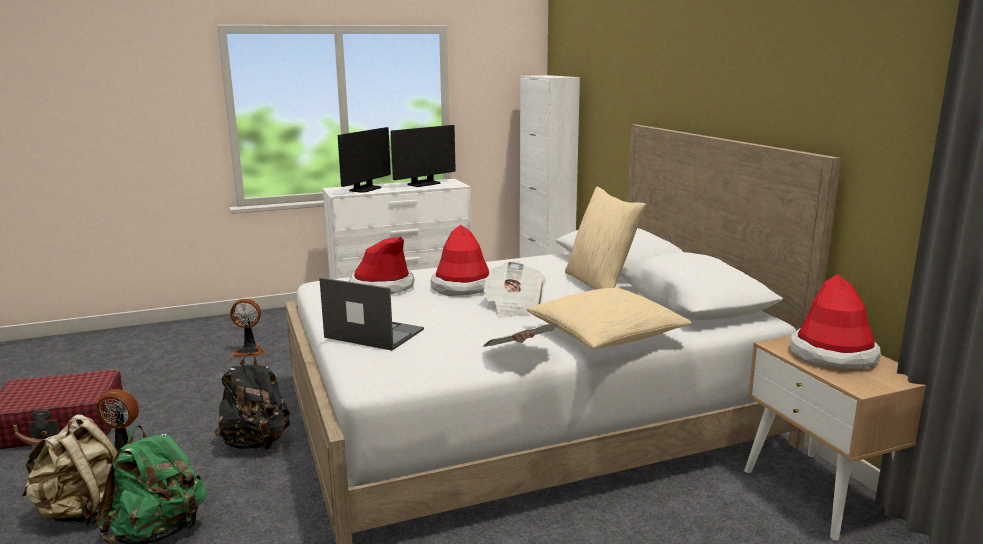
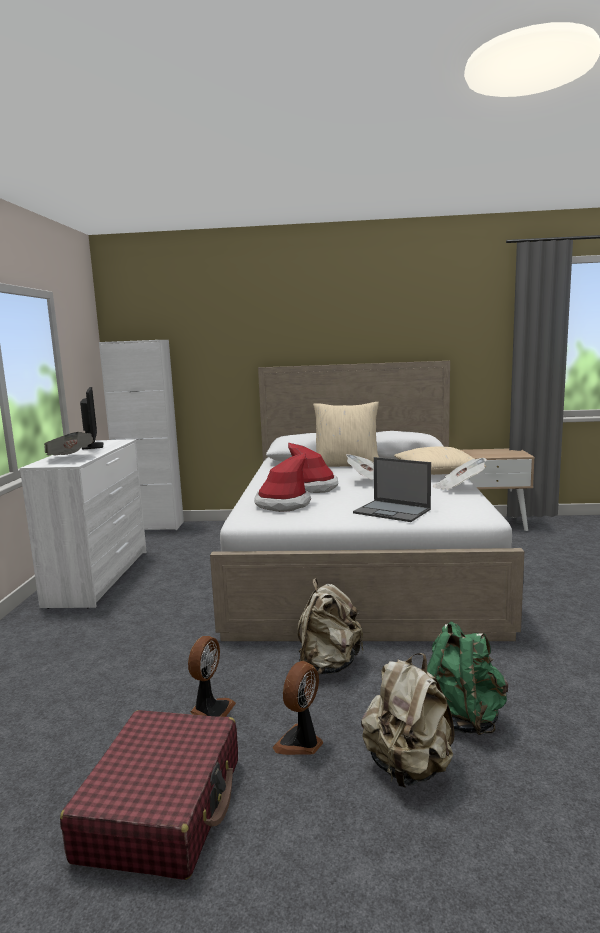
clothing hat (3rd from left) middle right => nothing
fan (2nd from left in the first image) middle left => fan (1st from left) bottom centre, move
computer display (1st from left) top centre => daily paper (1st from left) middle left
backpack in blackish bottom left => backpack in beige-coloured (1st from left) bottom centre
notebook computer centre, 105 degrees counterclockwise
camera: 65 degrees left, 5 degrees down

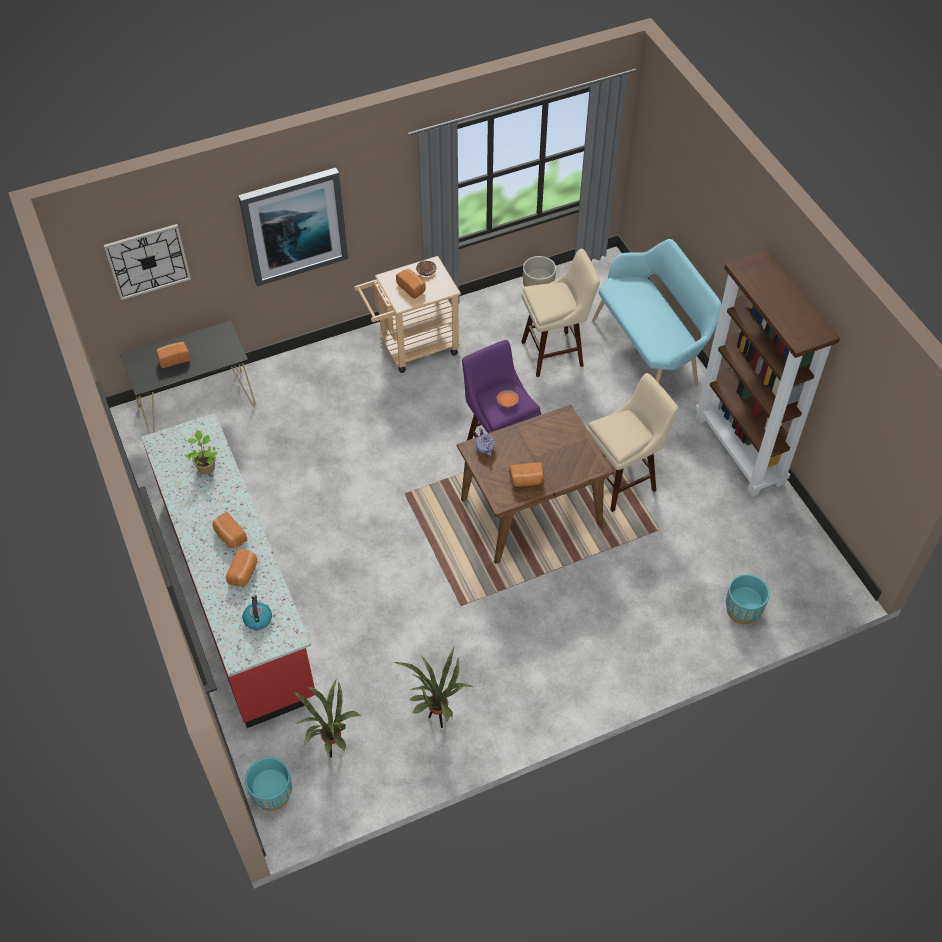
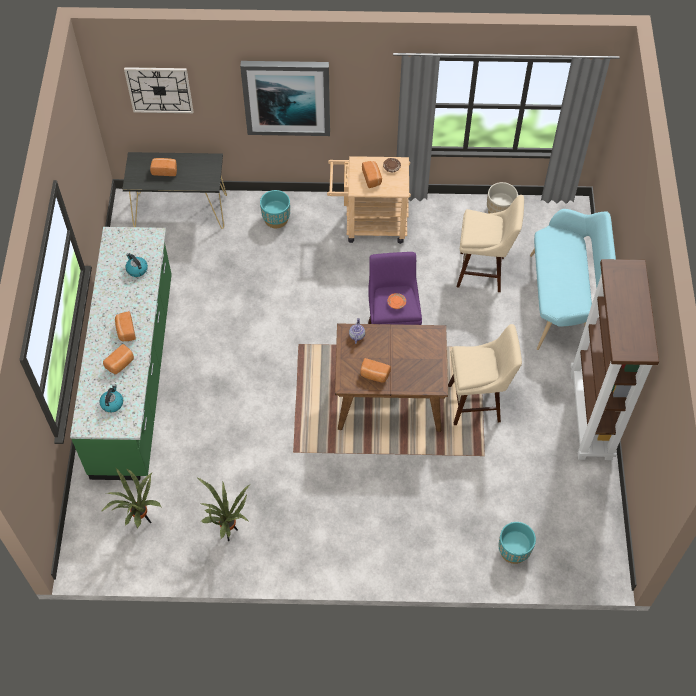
planter in turquoise-coloured (1st from left) bottom left => planter in turquoise-coloured (1st from left) top centre, move
plant in a pot (1st from left) middle left => water kettle (2nd from left) middle left
counter in reddish middle left => counter in greenish middle left
camera: 25 degrees right, 5 degrees up

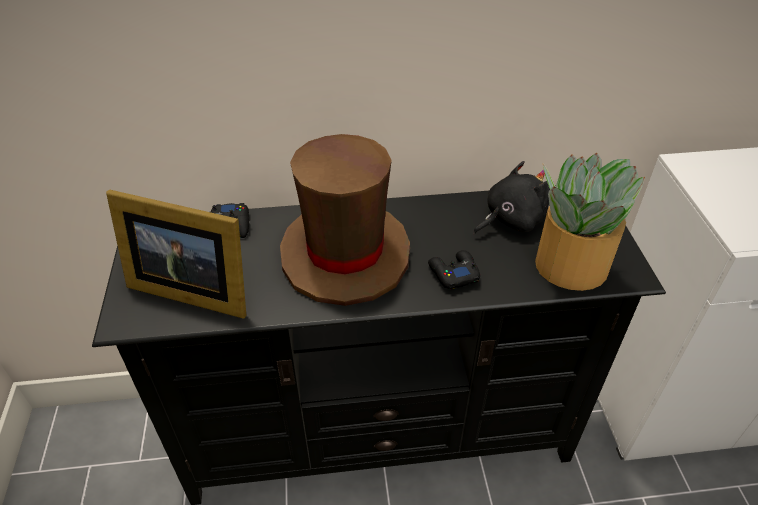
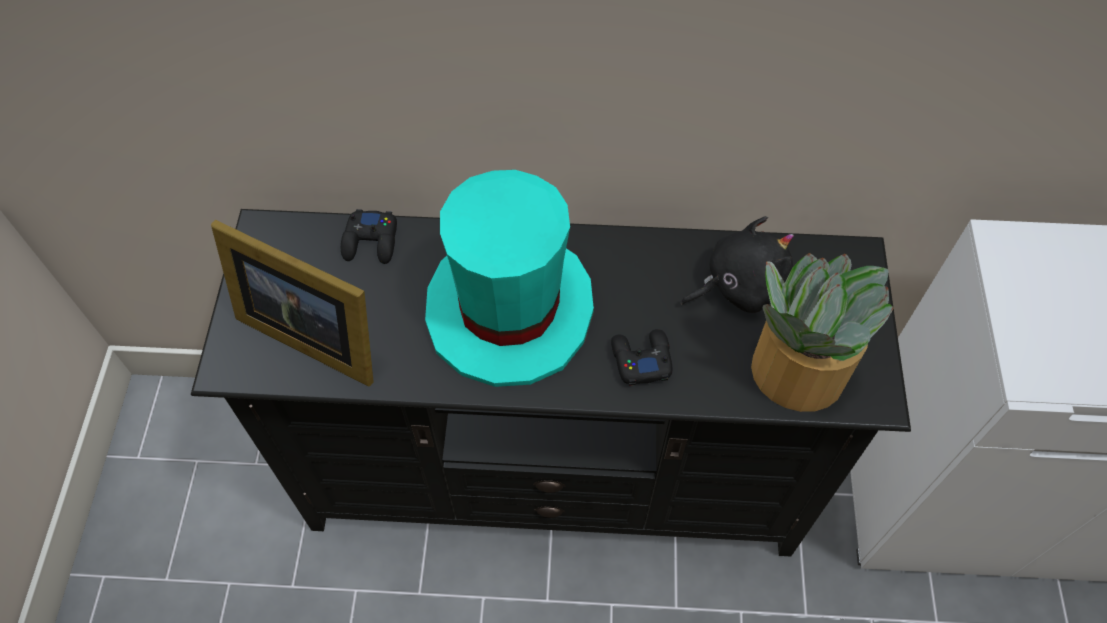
clothing hat in brown-coloured centre => clothing hat in turquoise-coloured centre
camera: 10 degrees right, 15 degrees up

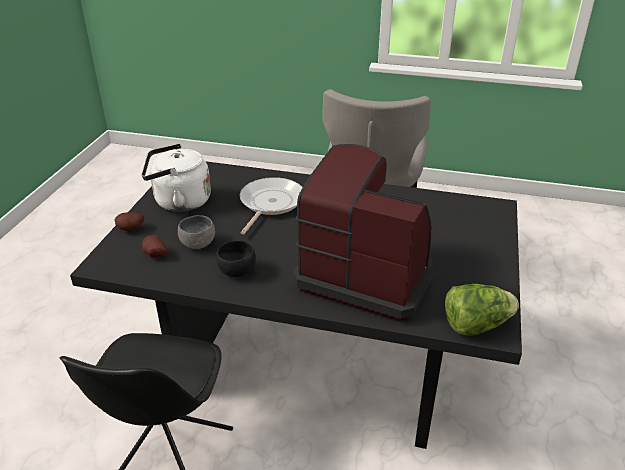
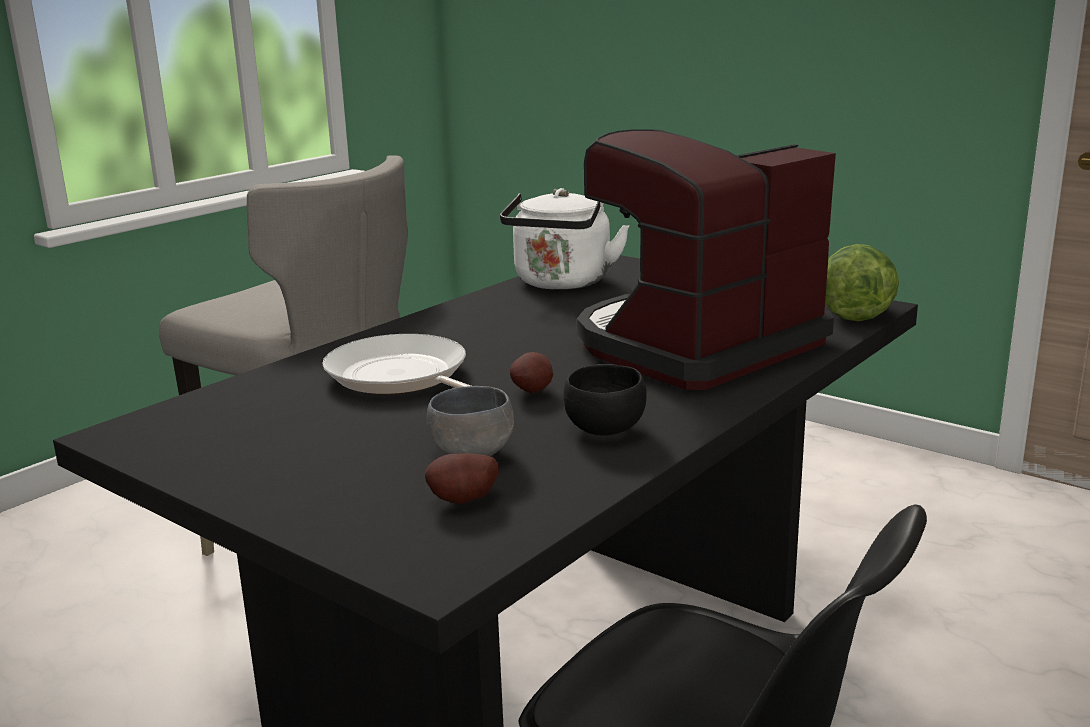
whole potato (1st from left in the first image) middle left => whole potato (2nd from left) centre, move
water kettle in white-coloured middle left => water kettle in white-coloured top centre, move
camera: 65 degrees left, 15 degrees down

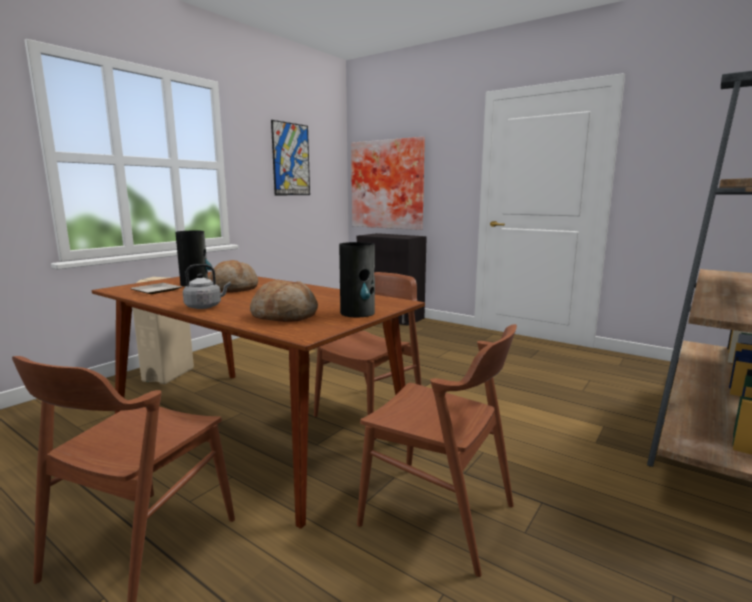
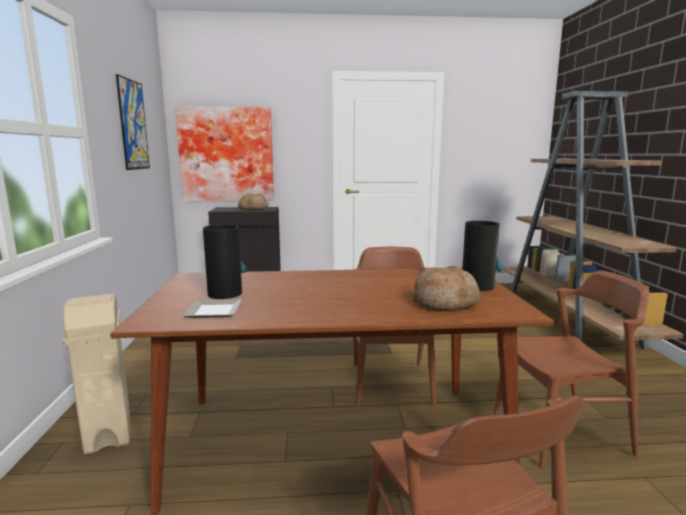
water kettle in grey middle left => nothing
bread (1st from left) middle left => bread (1st from left) centre, move
camera: 40 degrees left, 0 degrees up

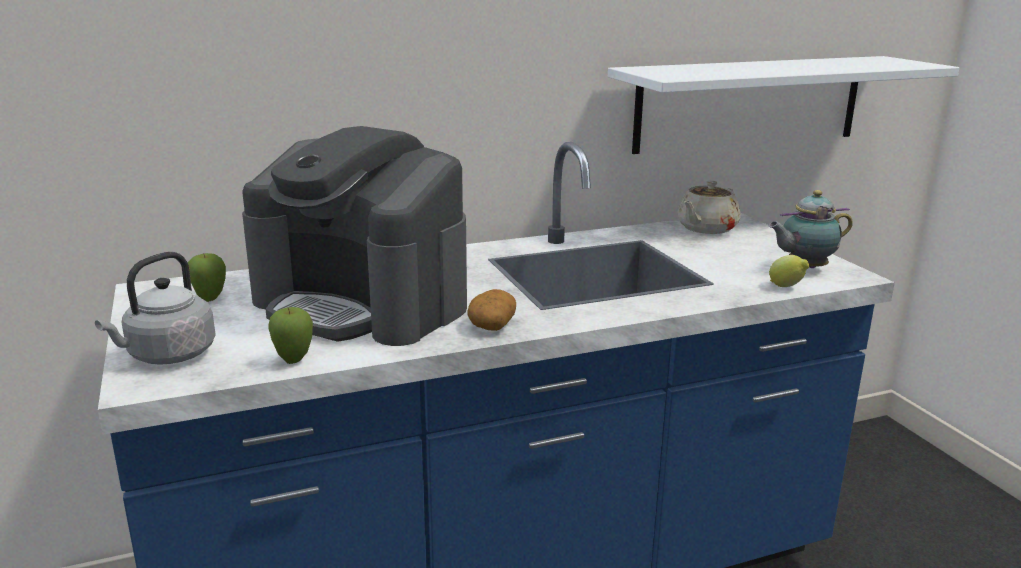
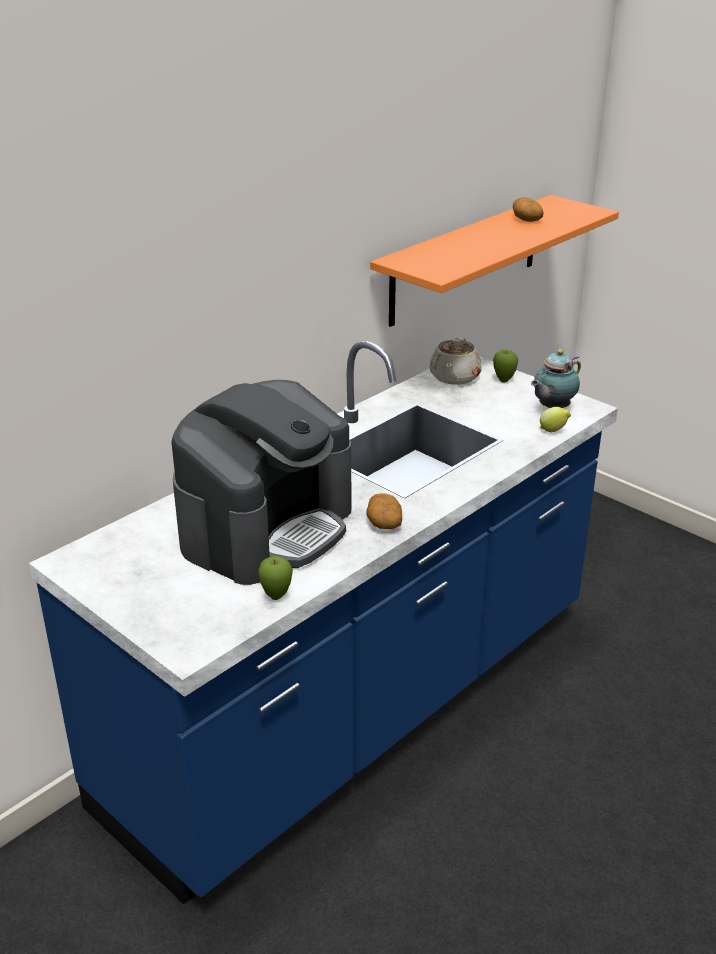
water kettle in grey middle left => nothing
nothing => whole potato (2nd from left) top right
whole apple (1st from left in the first image) middle left => whole apple (2nd from left) middle right, move
wall shelf in white-coloured top right => wall shelf in orange-coloured top right
coffee maker centre, 60 degrees counterclockwise
camera: 25 degrees left, 10 degrees up

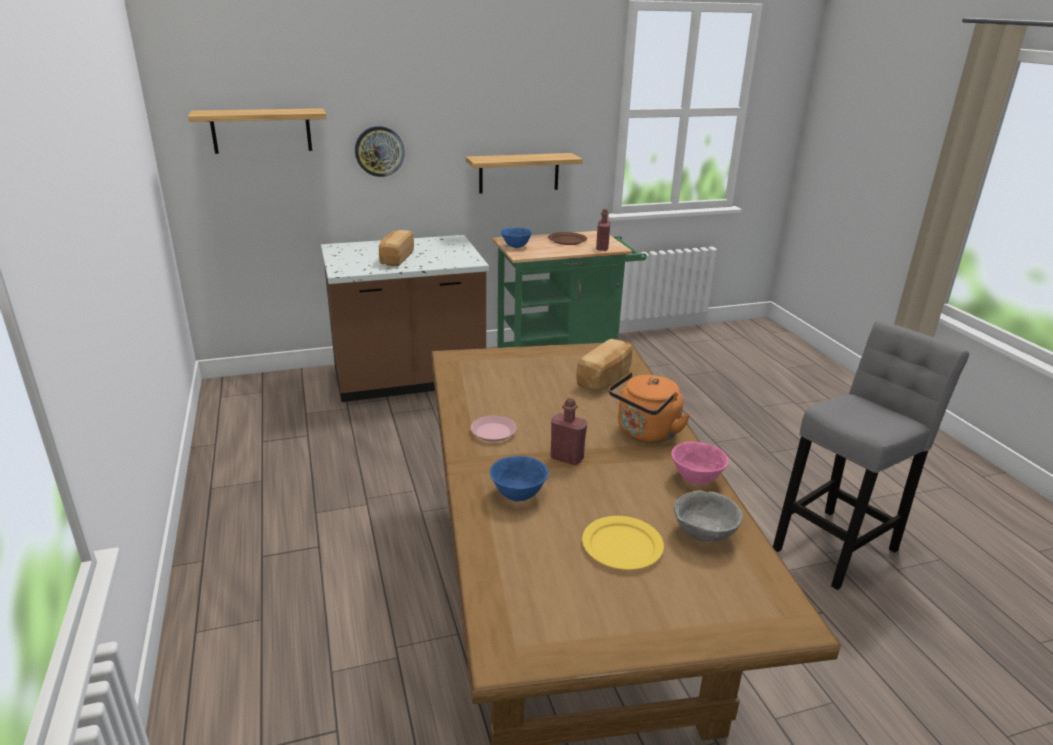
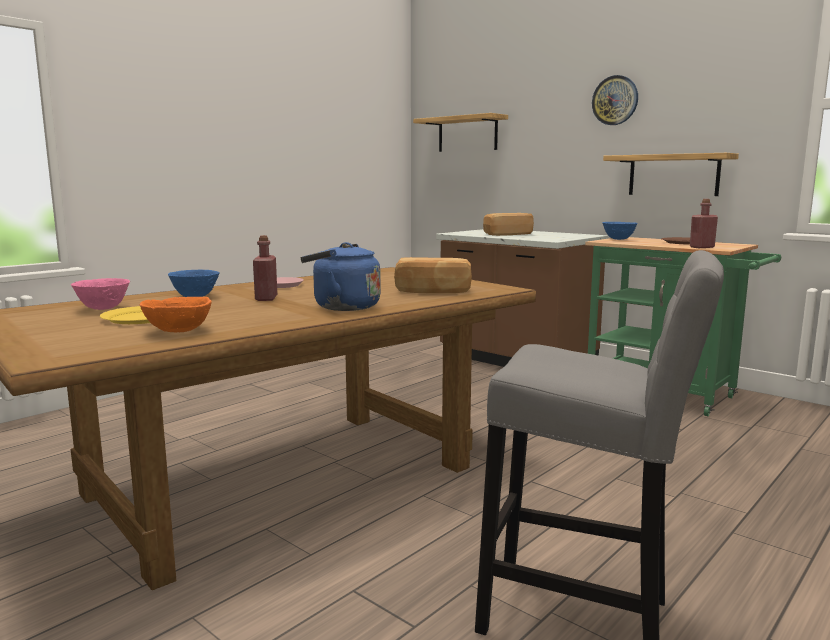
clock on the wall top centre => clock on the wall top right, move
deep dish in pink-coloured centre => deep dish in pink-coloured middle left, move
water kettle in orange-coloured centre => water kettle in blue centre
deep dish in grey bottom right => deep dish in orange-coloured middle left
camera: 60 degrees right, 15 degrees down

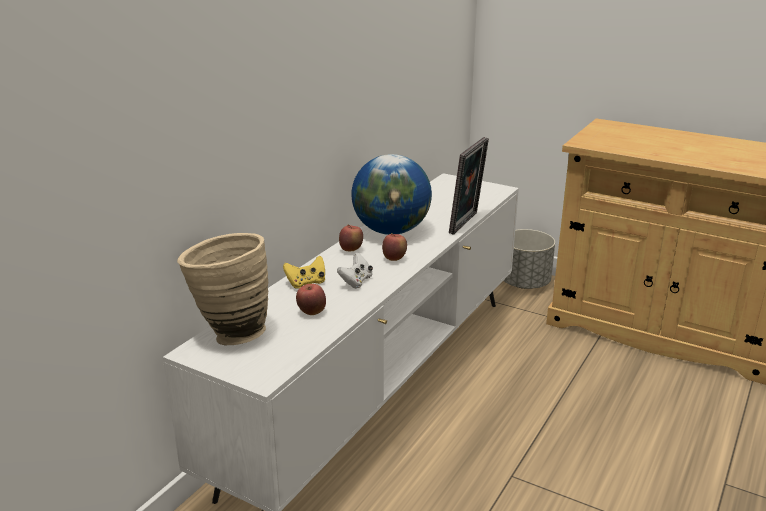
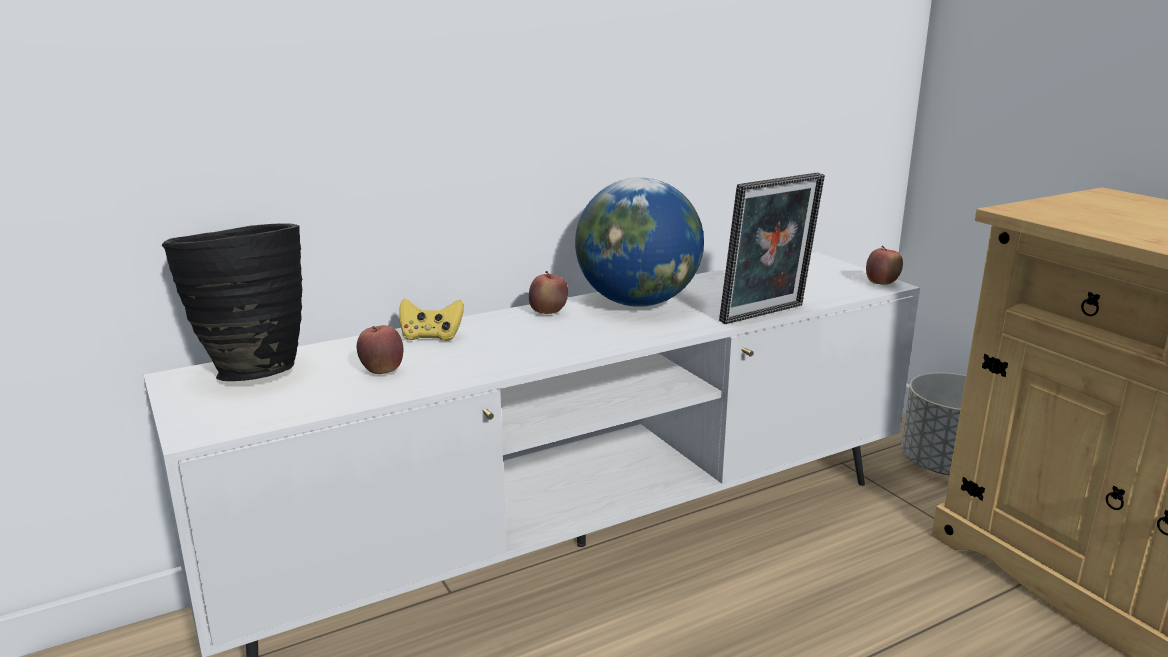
game controller in white-coloured centre => nothing
whole apple (3rd from left) centre => whole apple (3rd from left) middle right, move
decorative vase in beige-coloured middle left => decorative vase in blackish middle left
camera: 30 degrees right, 5 degrees down

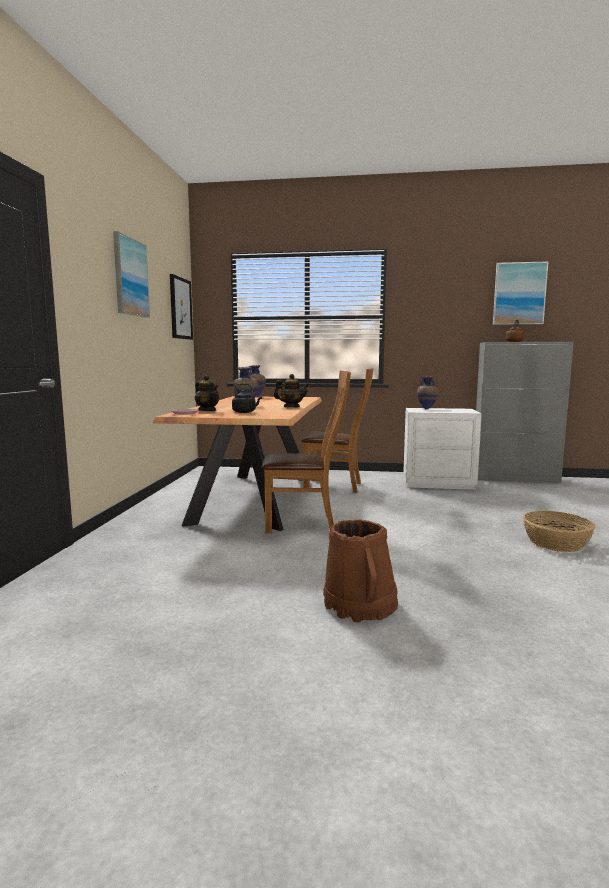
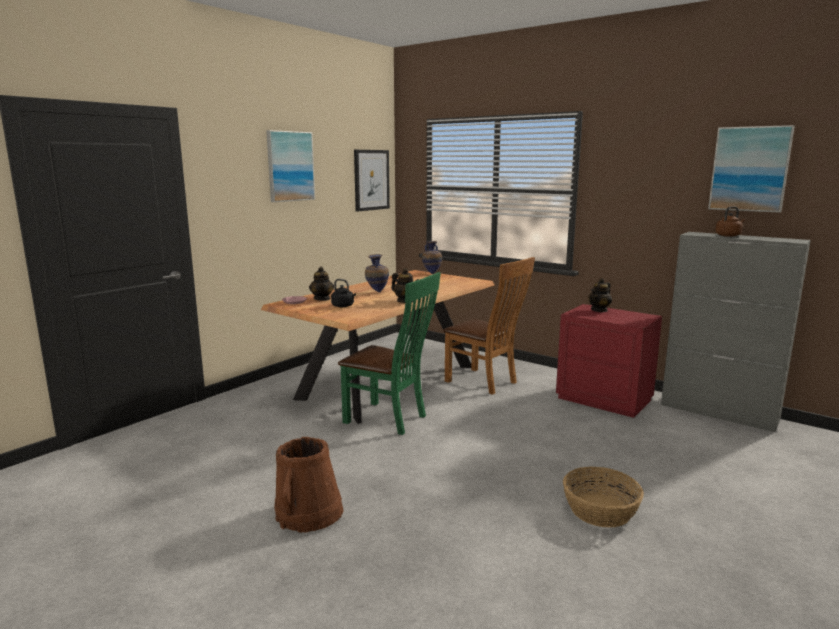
decorative vase (3rd from left) middle right => pot for tea (3rd from left) middle right
chair in brown-coloured (1st from left) centre => chair in greenish centre
night table in white-coloured middle right => night table in reddish middle right
camera: 30 degrees right, 5 degrees up

